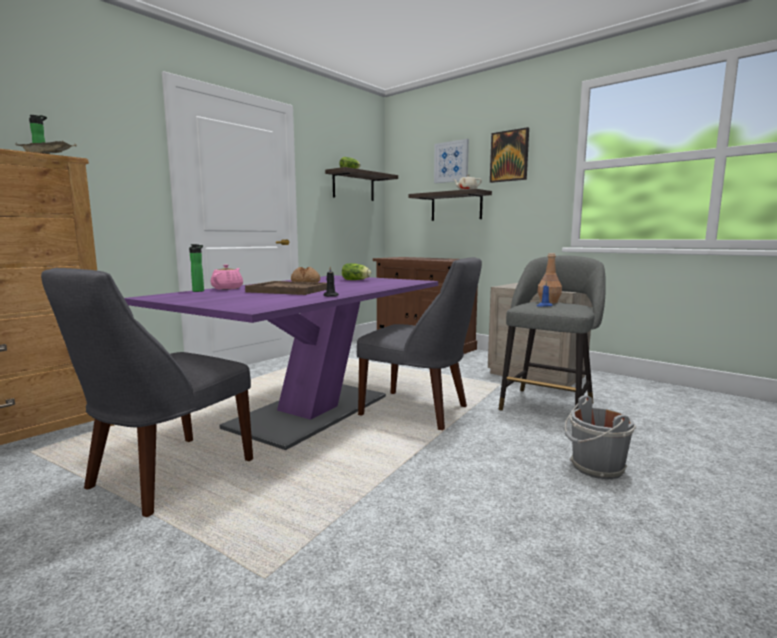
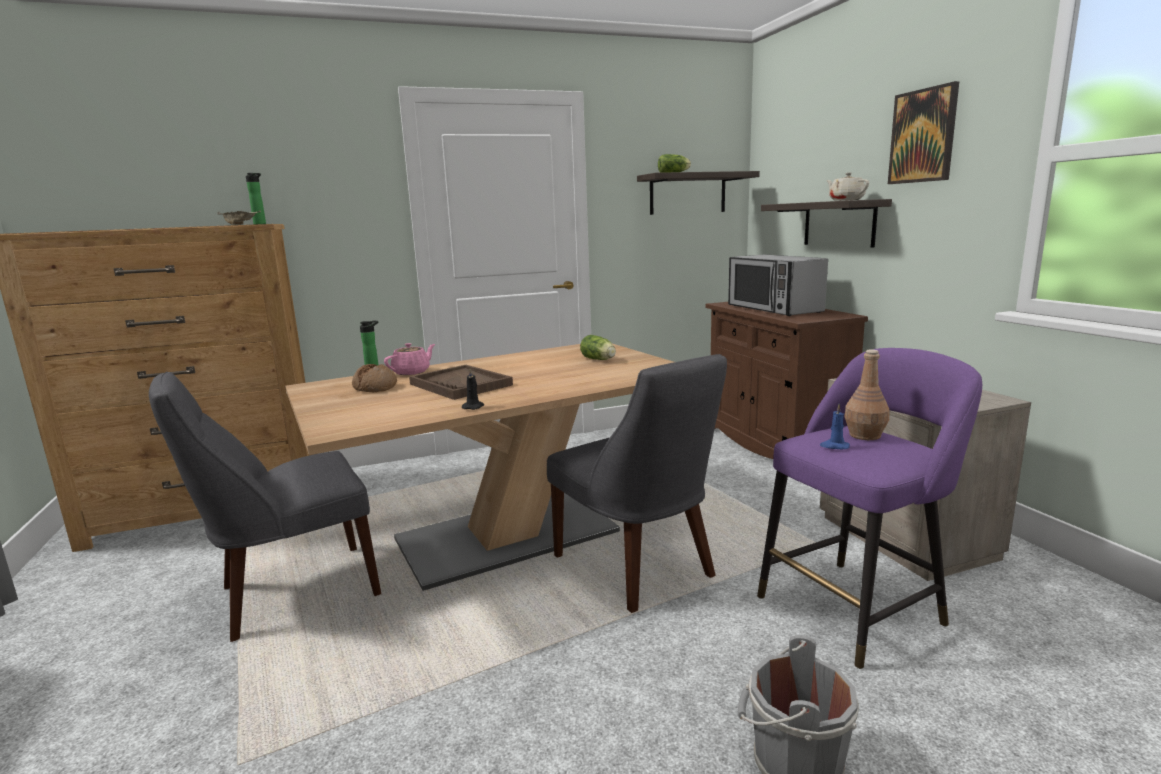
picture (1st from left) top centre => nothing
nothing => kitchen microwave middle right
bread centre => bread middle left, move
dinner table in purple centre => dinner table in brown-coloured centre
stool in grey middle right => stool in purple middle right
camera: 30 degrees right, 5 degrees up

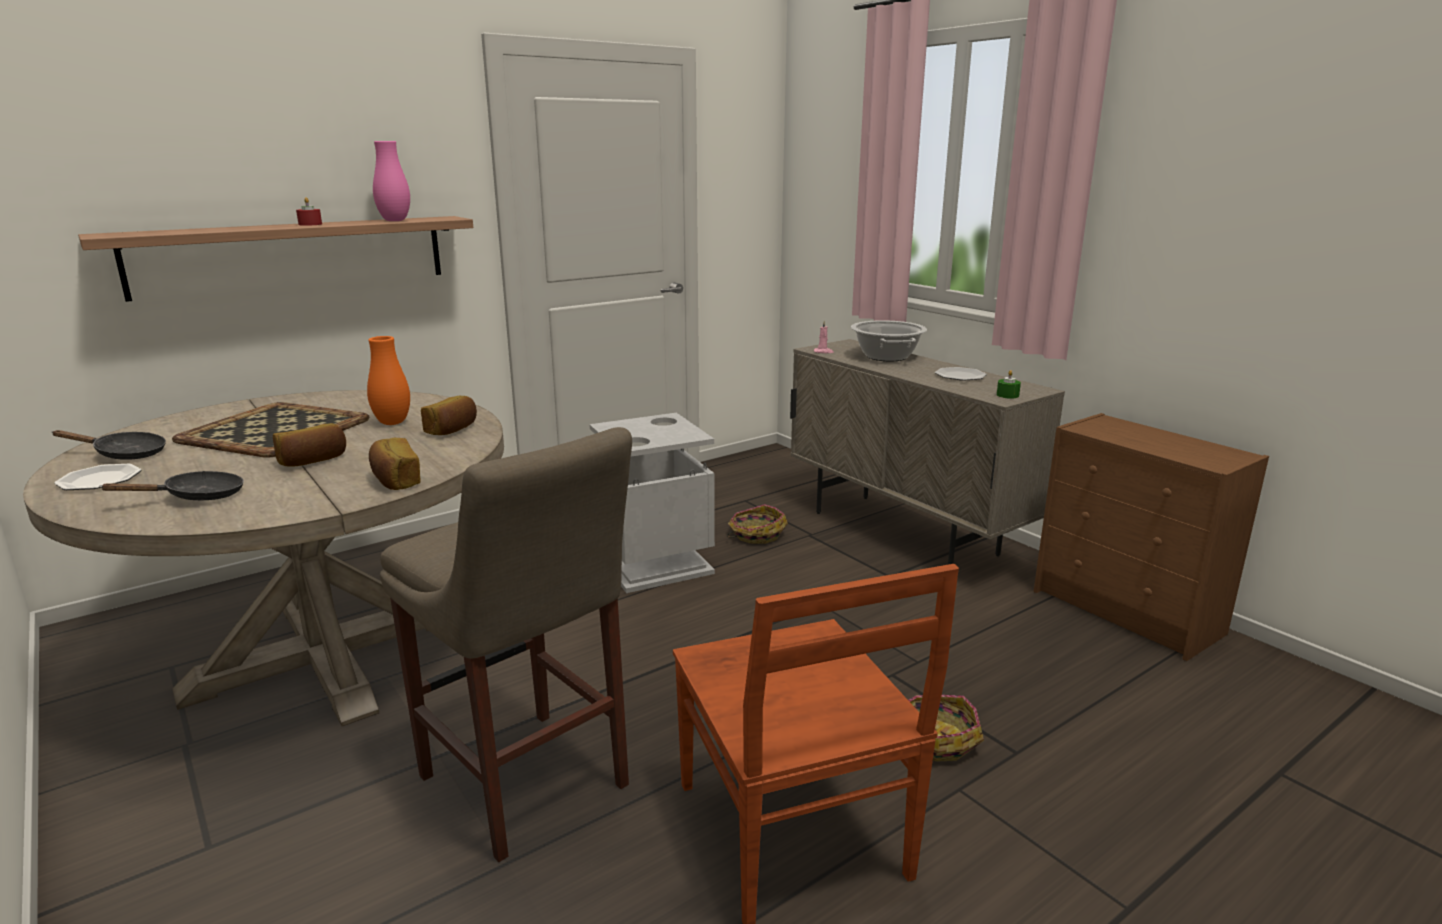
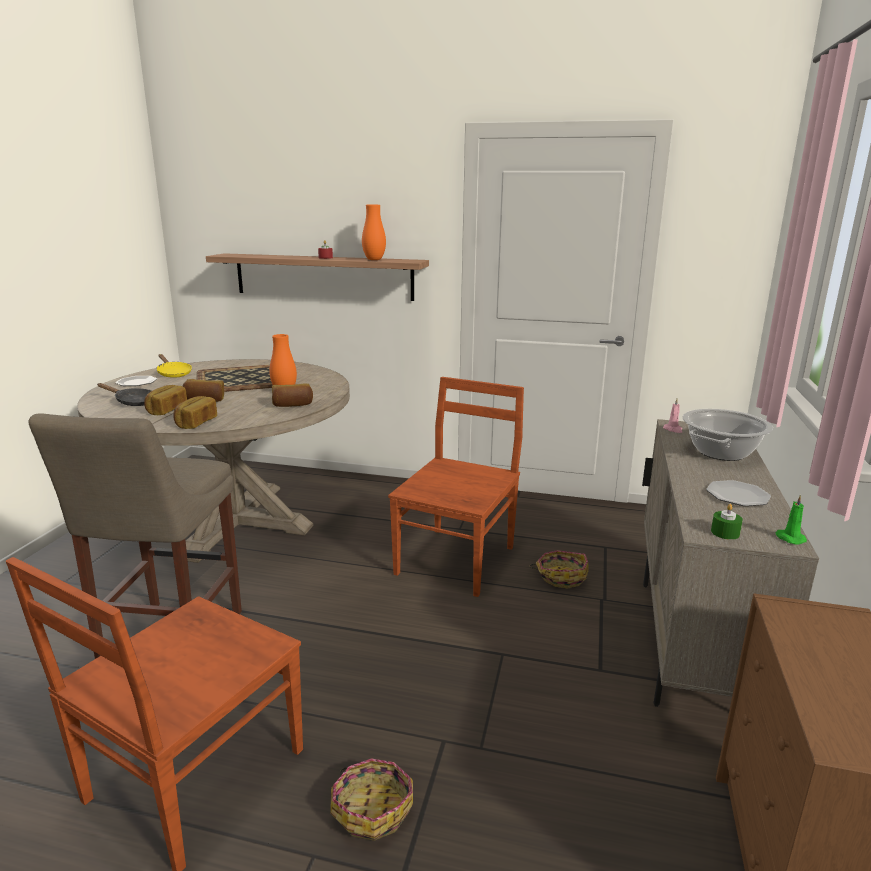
nothing => bread (1st from left) middle left
nothing => wax light in greenish (2nd from left) middle right
waste bin in grey centre => chair in brown-coloured (2nd from left) centre
frying pan in blackish (1st from left) middle left => frying pan in yellow-coloured middle left
decorative vase in pink-coloured top left => decorative vase in orange-coloured (2nd from left) top centre
camera: 50 degrees right, 0 degrees up

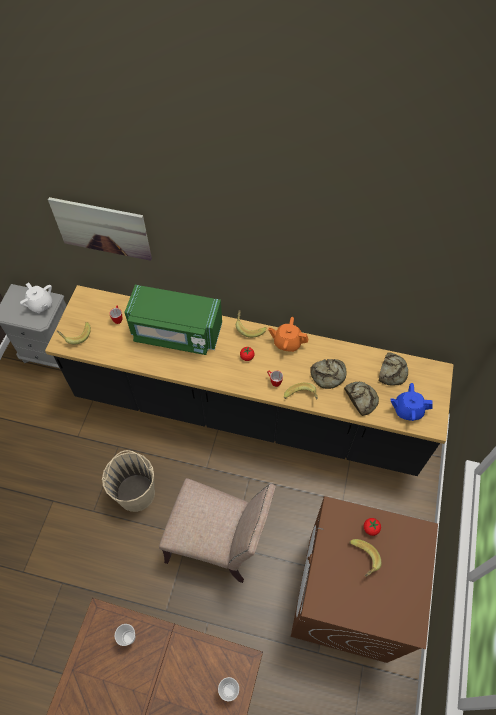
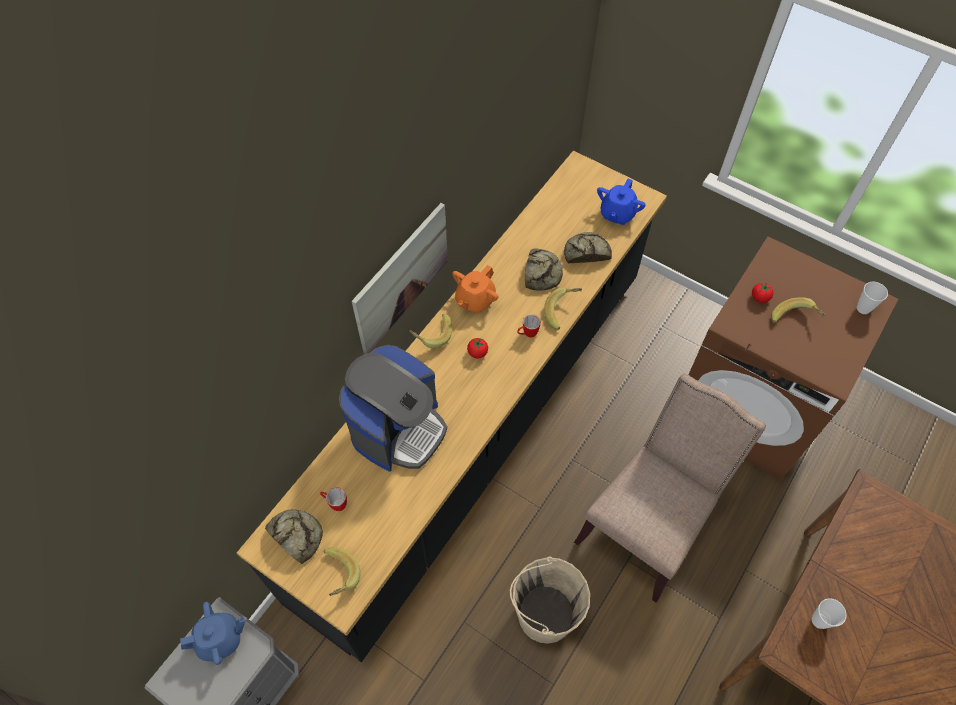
picture top left => picture centre, move
drinking cup (2nd from left) bottom centre => drinking cup (2nd from left) middle right, move
bread (3rd from left in the first image) middle right => bread (1st from left) bottom left, move
kitchen microwave in greenish centre => coffee maker centre
pot for tea in white-coloured middle left => pot for tea in blue (1st from left) bottom left
camera: 70 degrees left, 0 degrees up

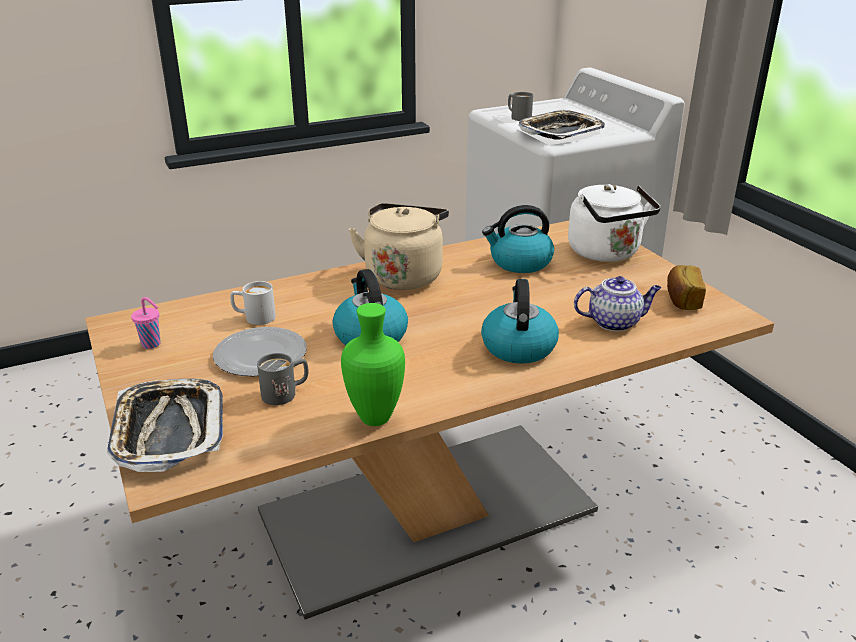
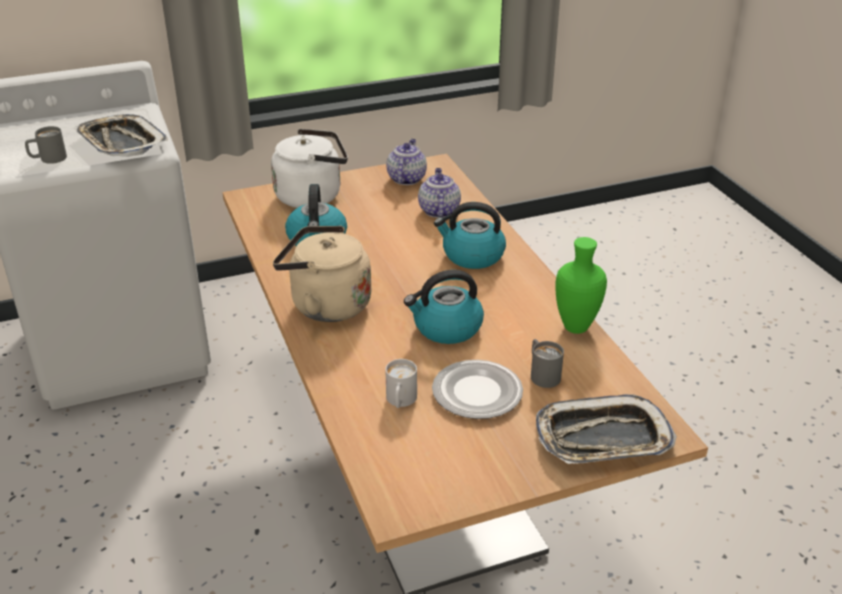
drinking cup in pink-coloured middle left => nothing
bread middle right => pot for tea (1st from left) top centre
camera: 85 degrees left, 5 degrees up

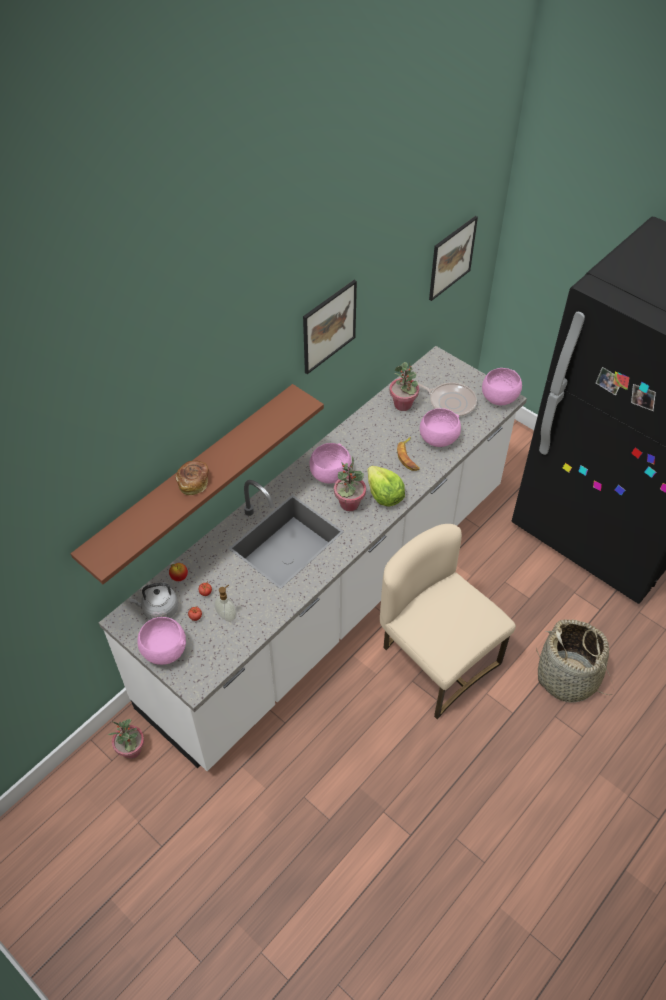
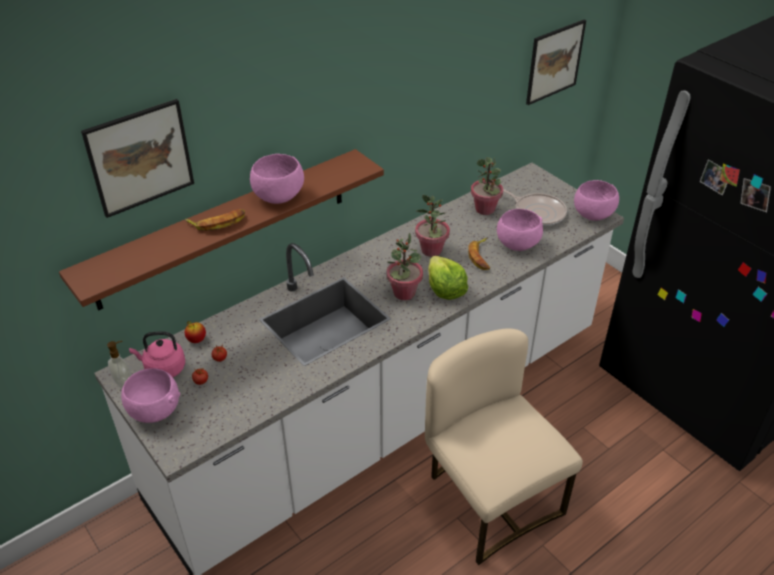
storage basket middle right => nothing
plant in a pot (1st from left in the first image) bottom left => plant in a pot (2nd from left) centre, move
liquid soap bottle centre => liquid soap bottle middle left, move
picture (1st from left) top centre => picture (1st from left) top left, move
deep dish in pink-coloured (2nd from left) centre => deep dish in pink-coloured (2nd from left) top centre, move
bread middle left => banana (1st from left) middle left
water kettle in grey middle left => water kettle in pink-coloured middle left
camera: 10 degrees right, 10 degrees down

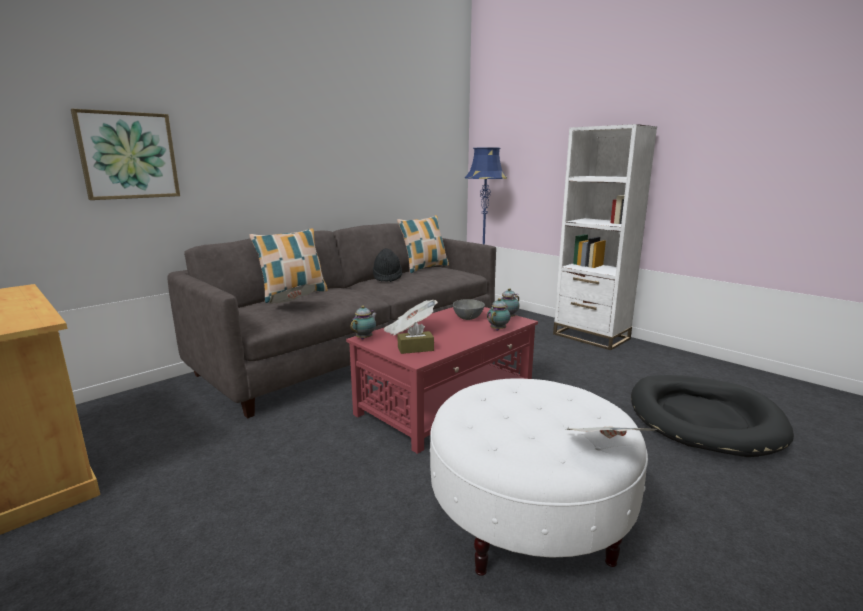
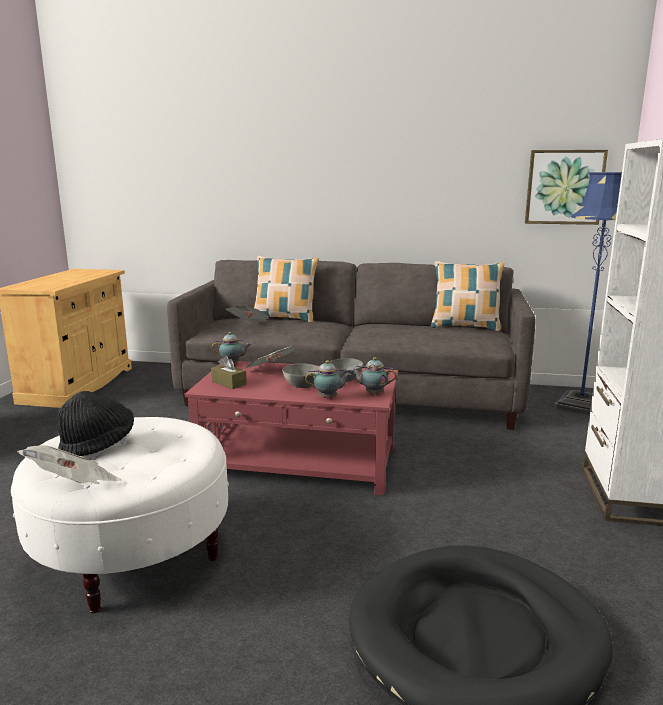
nothing => deep dish in grey (1st from left) centre
picture top left => picture top right, move
clothing hat in blackish centre => clothing hat in blackish middle left, move
camera: 55 degrees right, 0 degrees up

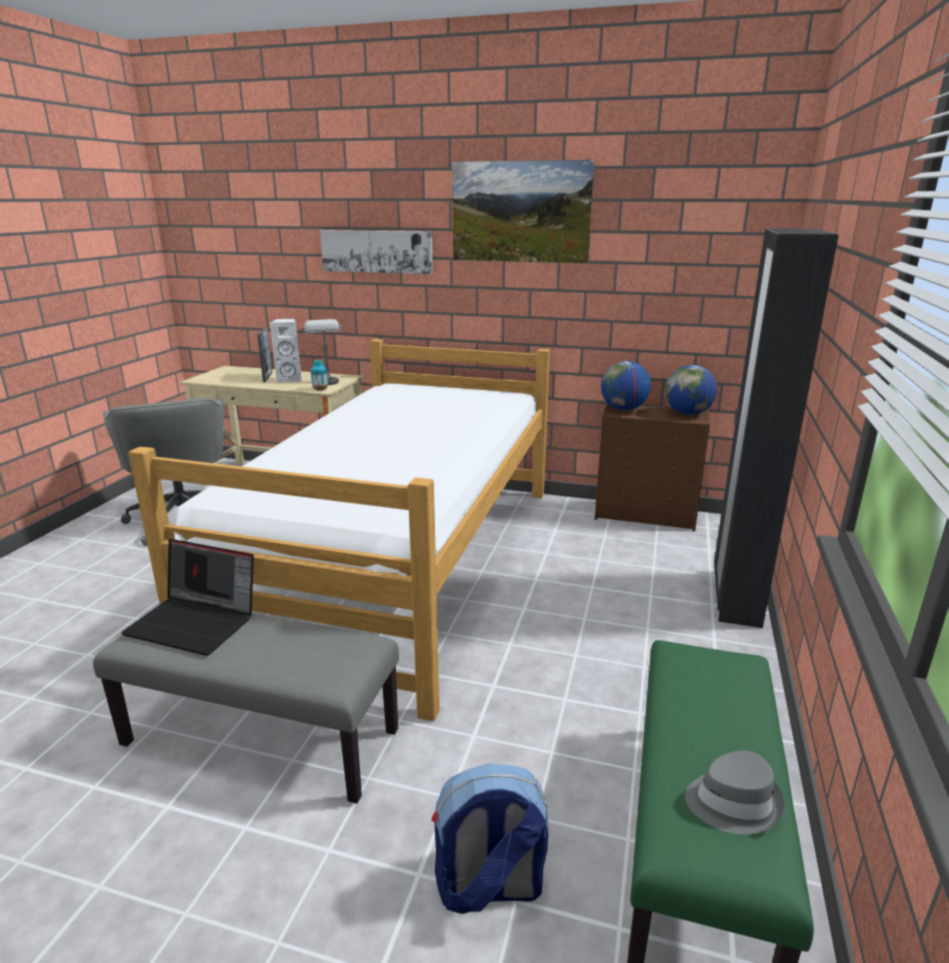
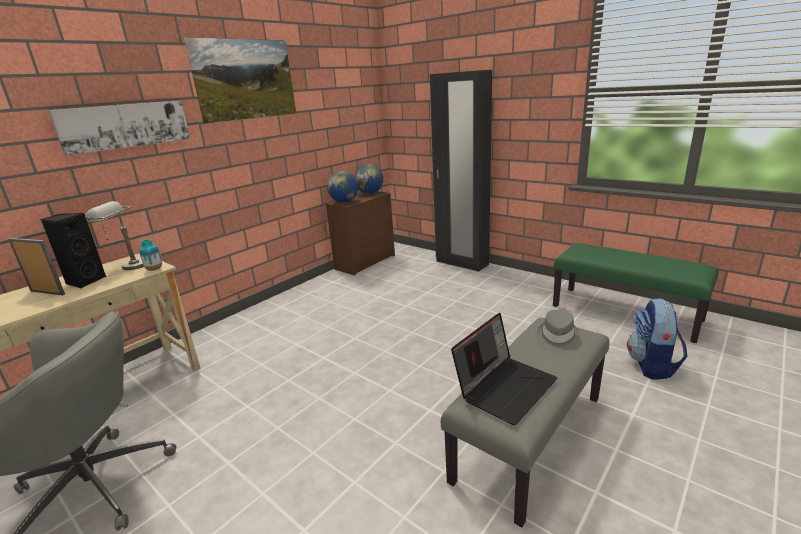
bed centre => nothing
clothing hat in grey bottom right => clothing hat in grey middle right, move
loudspeaker in white-coloured middle left => loudspeaker in blackish middle left
camera: 65 degrees left, 0 degrees up

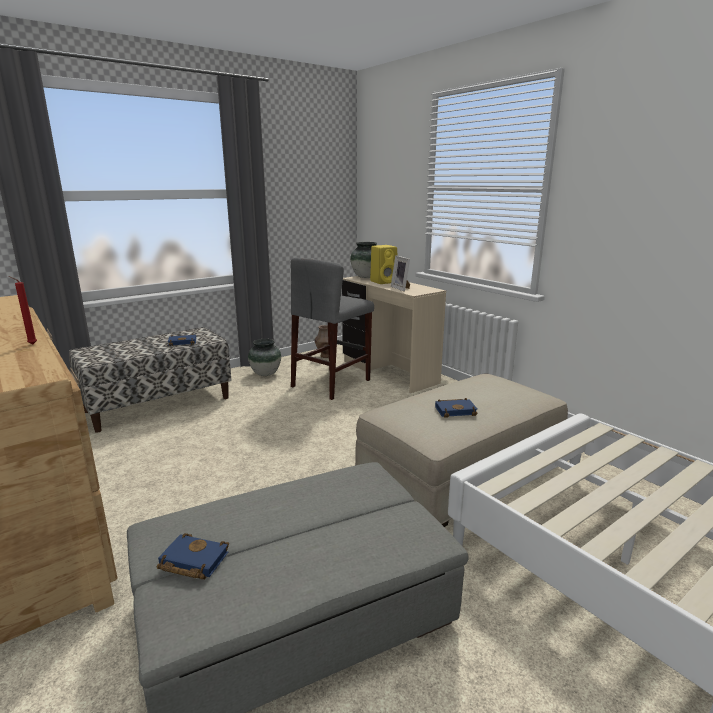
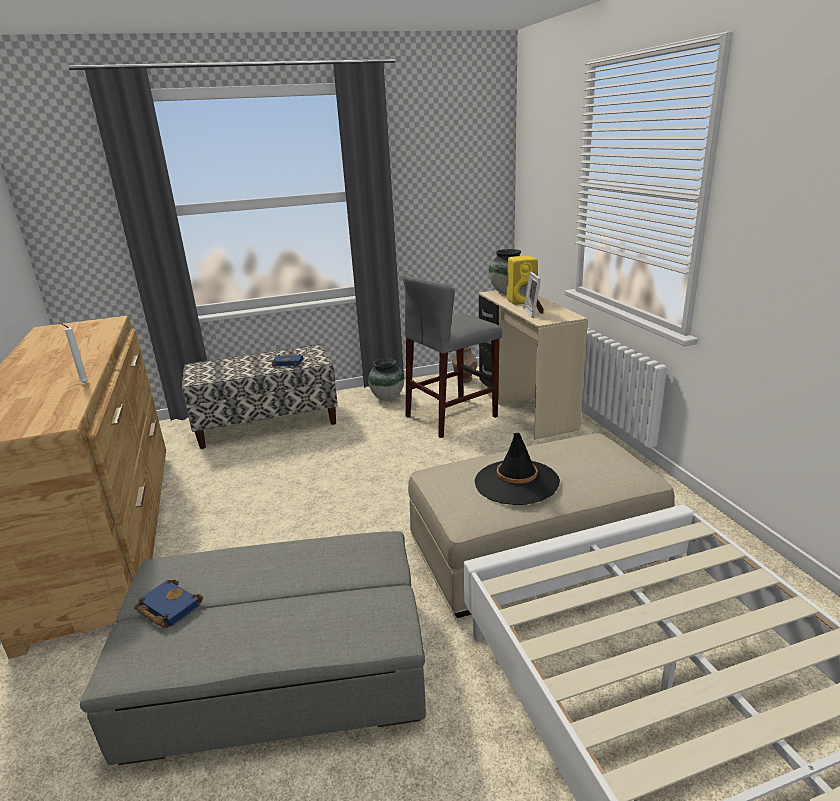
bound book in blue (3rd from left) centre => clothing hat in blackish centre
wax light in reddish middle left => wax light in white-coloured middle left
camera: 20 degrees right, 5 degrees up

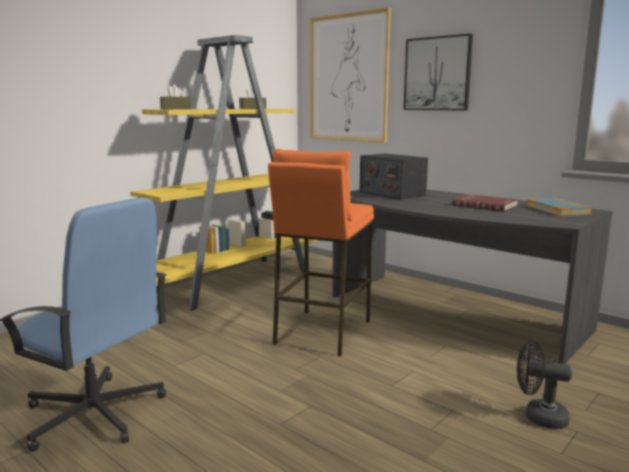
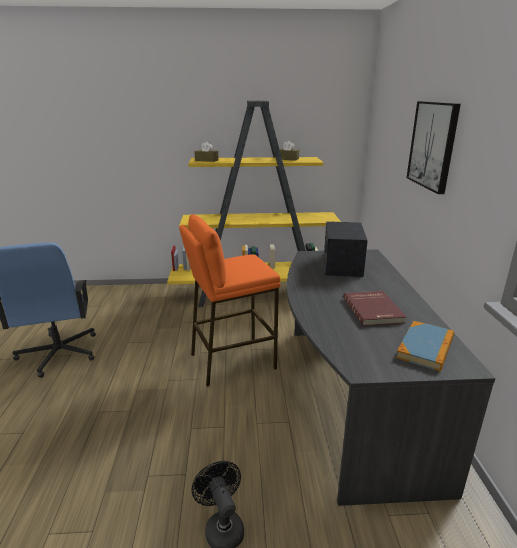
picture (1st from left) top centre => nothing
camera: 45 degrees right, 10 degrees up

